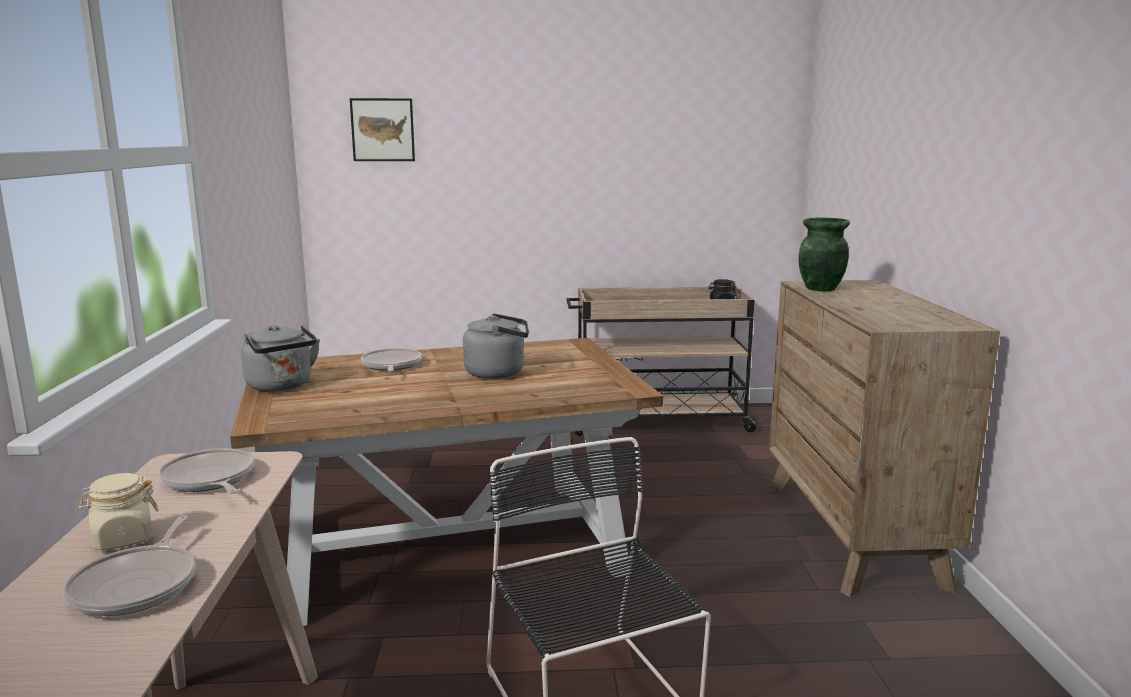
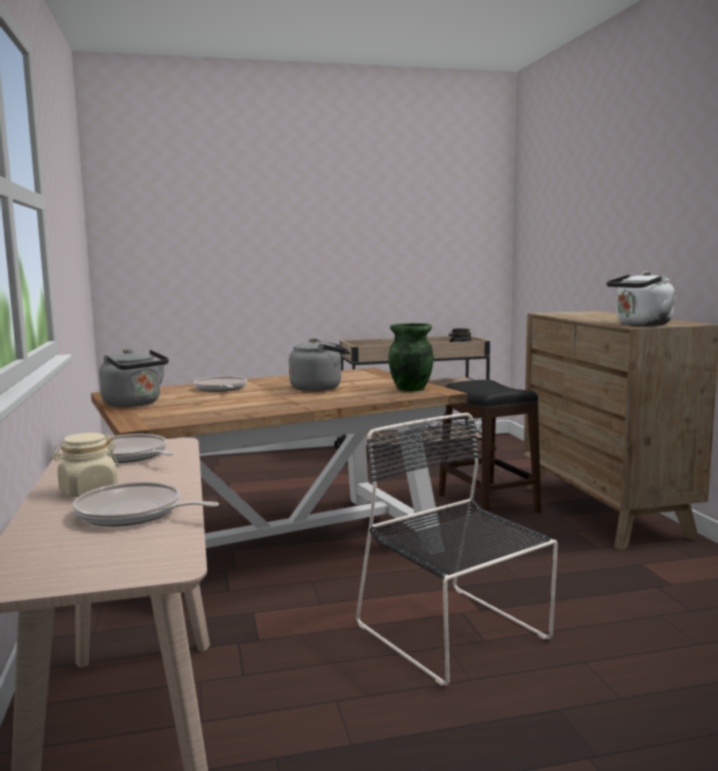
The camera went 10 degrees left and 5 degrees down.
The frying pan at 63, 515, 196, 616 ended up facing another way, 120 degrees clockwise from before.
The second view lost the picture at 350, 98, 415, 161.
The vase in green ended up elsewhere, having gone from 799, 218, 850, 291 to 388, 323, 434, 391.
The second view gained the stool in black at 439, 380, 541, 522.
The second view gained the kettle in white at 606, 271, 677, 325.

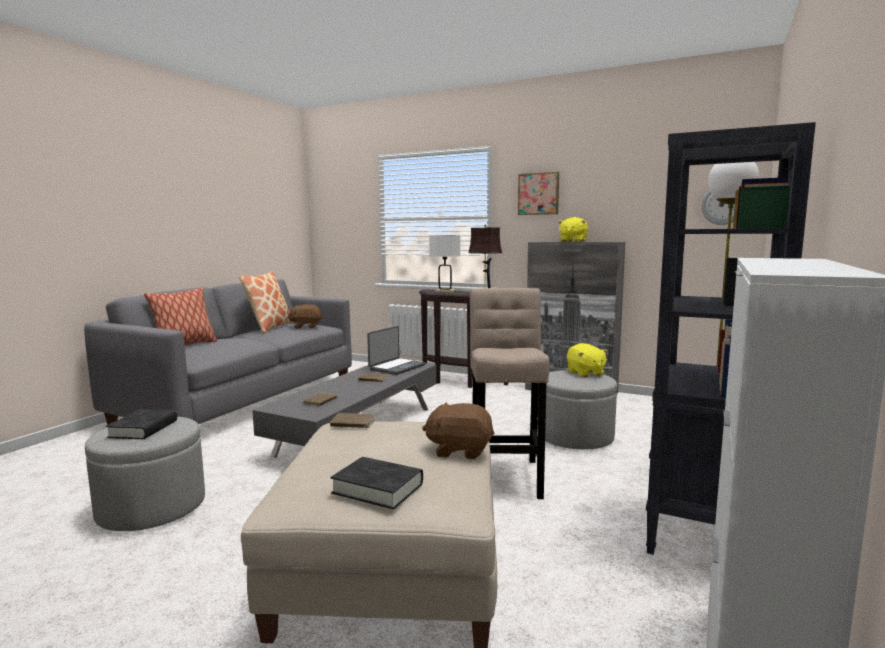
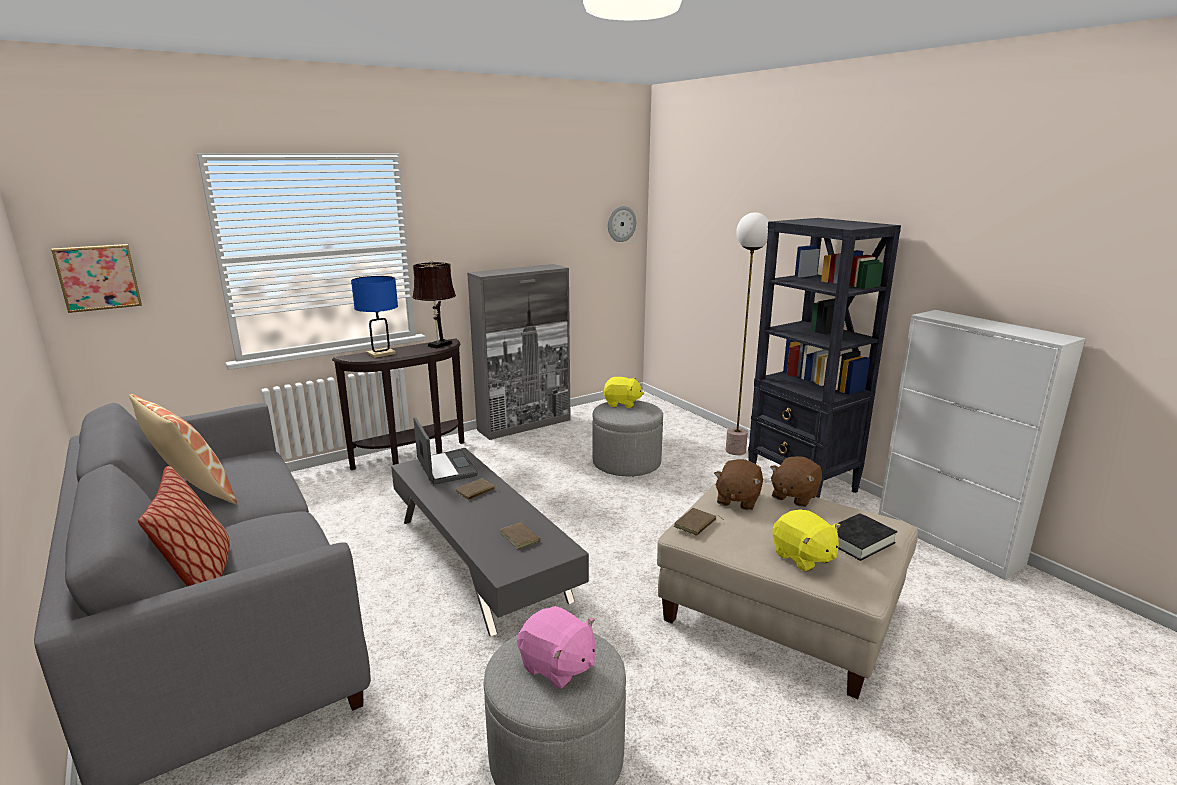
The camera went 60 degrees left and 10 degrees up.
Where the book in black stood at 106, 409, 177, 439, the plush toy in pink came to stand at 517, 606, 596, 689.
The plush toy in brown ended up elsewhere, having gone from 287, 304, 322, 329 to 714, 459, 763, 510.
What was the table lamp in white at 429, 235, 460, 293 turned into the table lamp in blue at 351, 276, 398, 358.
The second view lost the stool in beige at 470, 288, 550, 499.
The picture ended up elsewhere, having gone from 518, 172, 559, 215 to 51, 244, 142, 313.
The plush toy in yellow ended up elsewhere, having gone from 558, 217, 588, 242 to 772, 510, 841, 572.

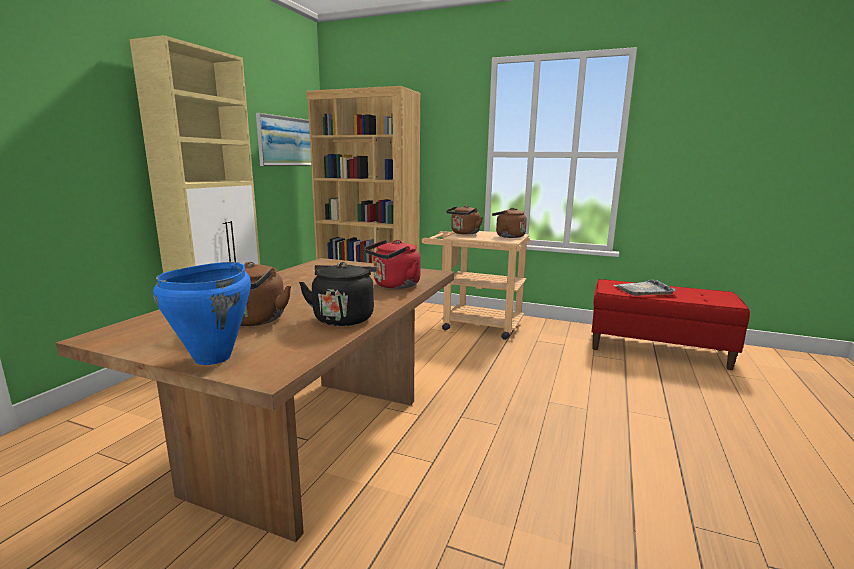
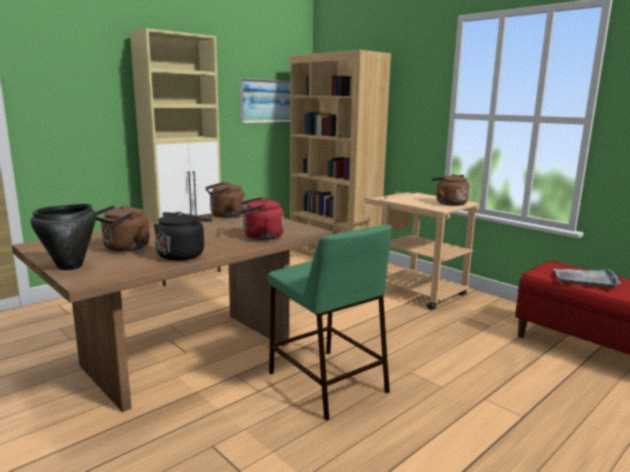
The camera went 25 degrees right and 0 degrees up.
What was the cooking pot in blue at 153, 262, 251, 365 turned into the cooking pot in black at 31, 204, 96, 270.
The kettle in brown ended up elsewhere, having gone from 446, 205, 483, 235 to 205, 182, 245, 218.
The second view gained the stool in green at 268, 225, 392, 421.

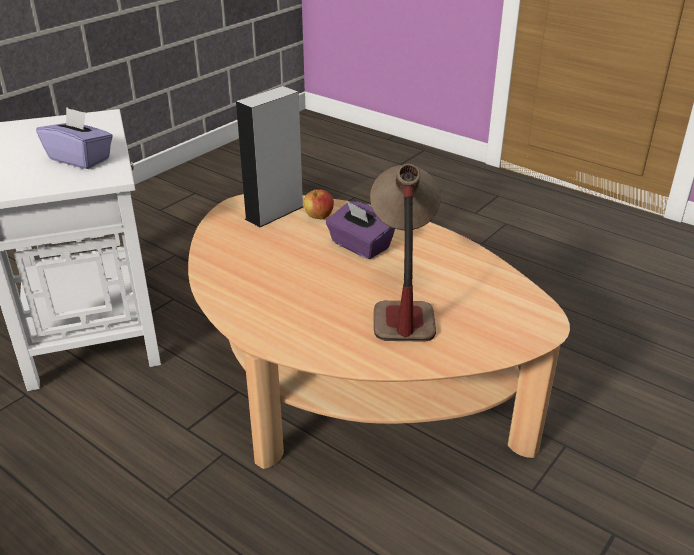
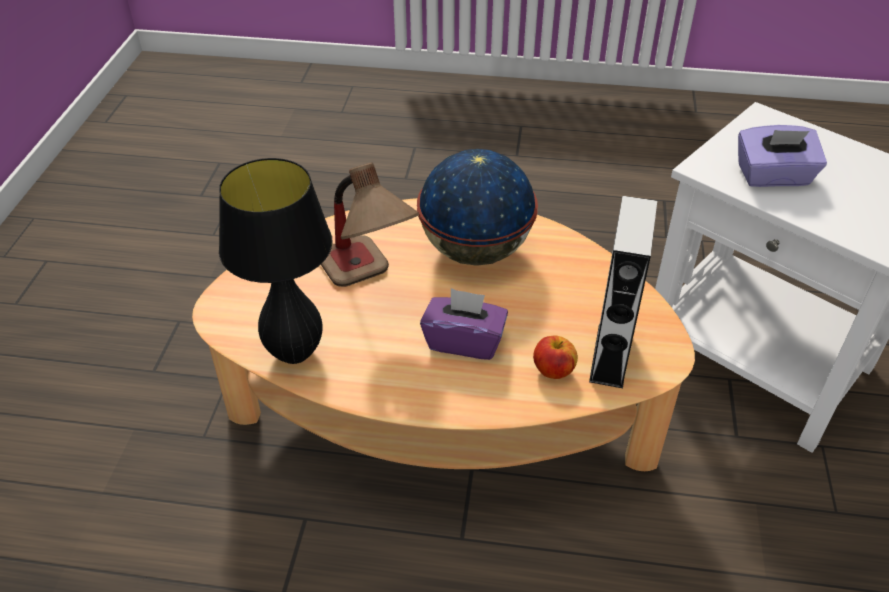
The camera went 150 degrees right and 10 degrees up.
The second view gained the table lamp in black at 219, 158, 333, 364.
The second view gained the globe at 417, 149, 538, 266.

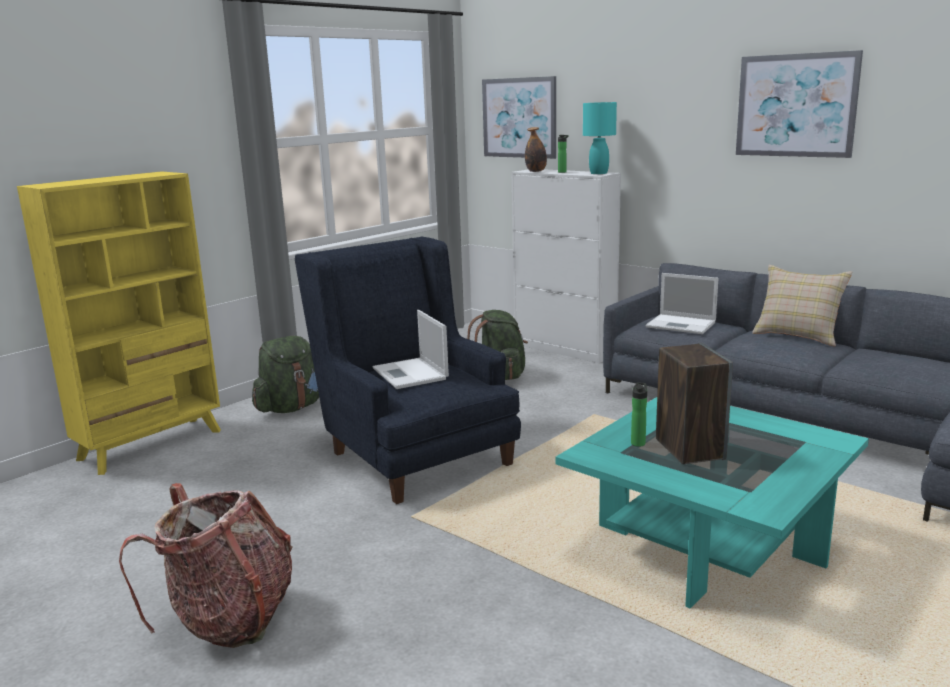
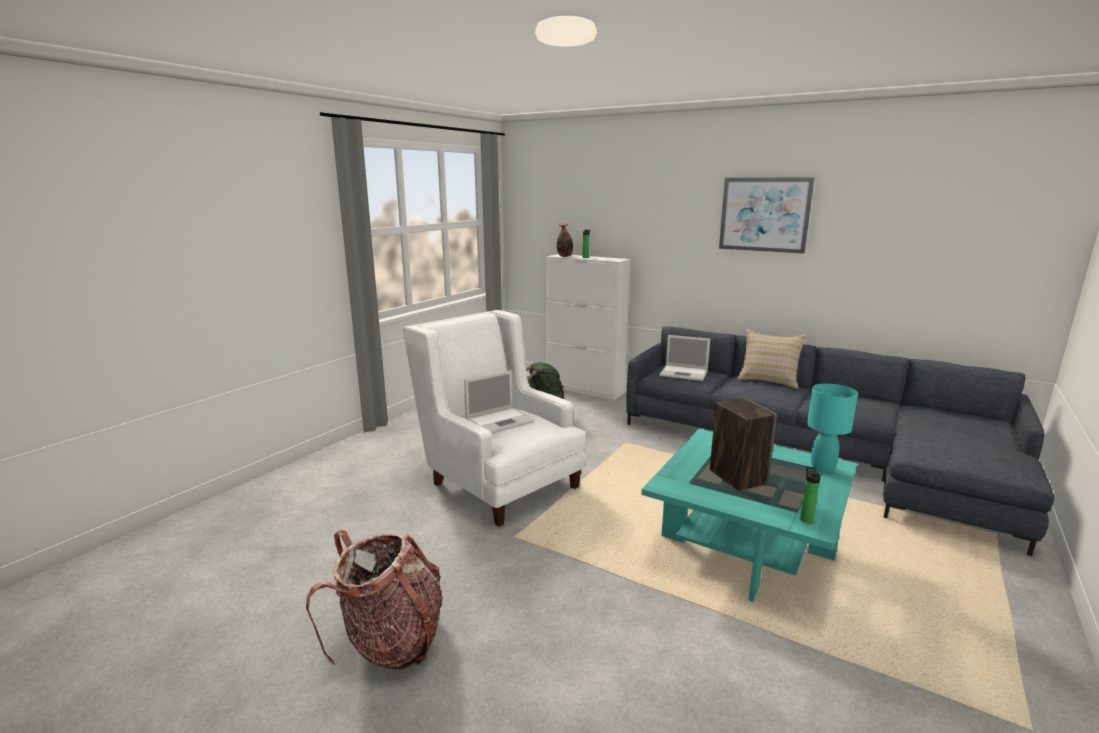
The camera went 10 degrees left and 0 degrees up.
The second view lost the bookcase in yellow at 17, 171, 221, 475.
The second view lost the backpack in green at 252, 336, 319, 413.
What was the armchair in blue at 295, 237, 521, 504 turned into the armchair in white at 402, 310, 586, 527.
The laptop at 373, 310, 449, 389 ended up facing another way, 90 degrees counterclockwise from before.
The second view lost the picture at 482, 76, 556, 159.
The table lamp in turquoise ended up elsewhere, having gone from 583, 102, 617, 174 to 807, 384, 858, 473.
The bottle ended up elsewhere, having gone from 631, 382, 647, 447 to 800, 467, 821, 523.

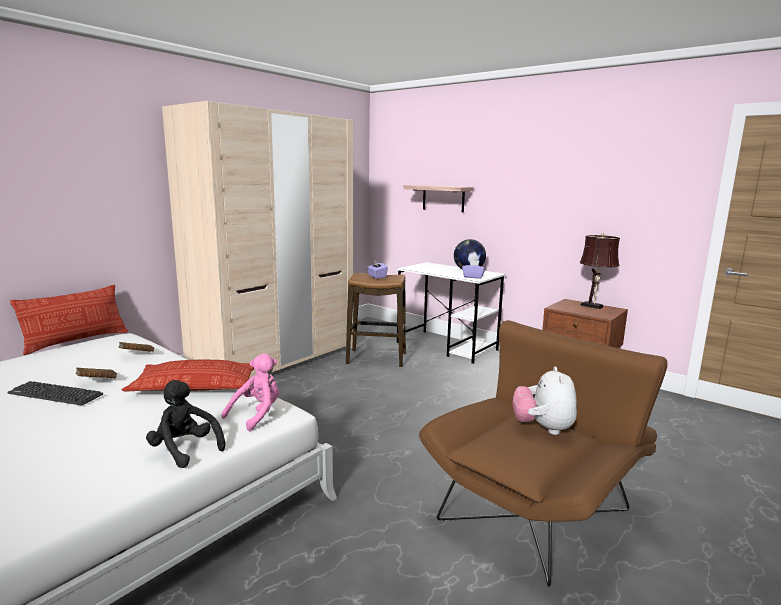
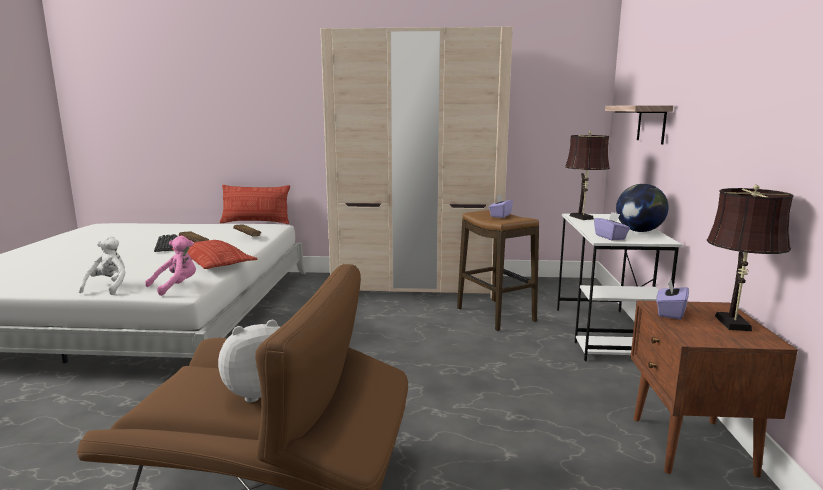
The camera went 55 degrees right and 0 degrees up.
What was the plush toy in black at 146, 380, 226, 468 turned into the plush toy in white at 79, 236, 126, 295.
The plush toy in pink at 221, 353, 279, 431 ended up facing another way, 45 degrees counterclockwise from before.
The second view gained the table lamp in brown at 565, 131, 610, 220.
The second view gained the tissue box in purple at 656, 279, 689, 320.

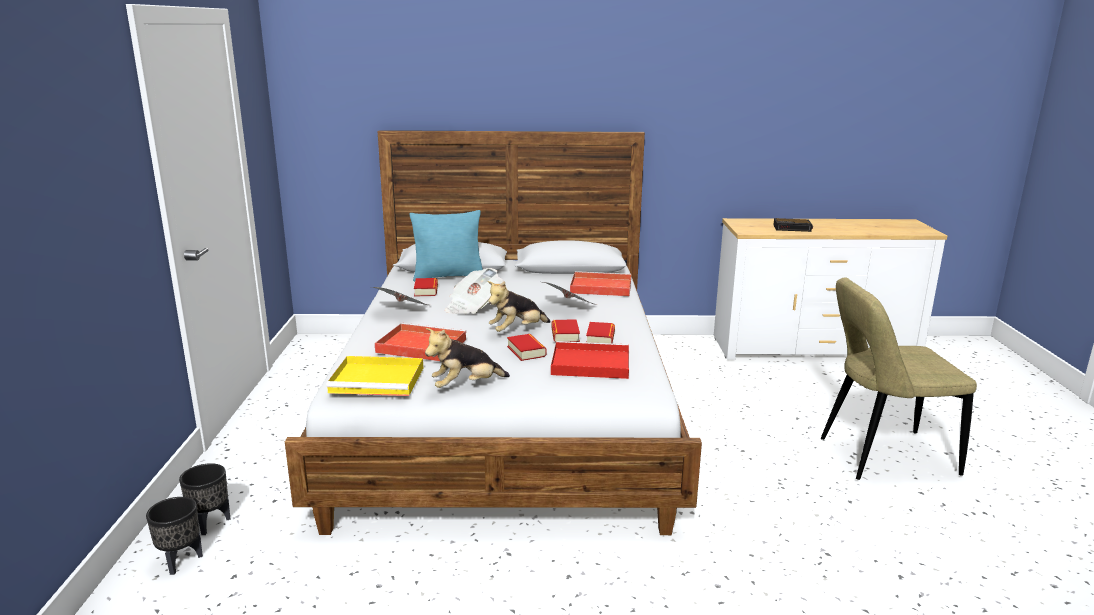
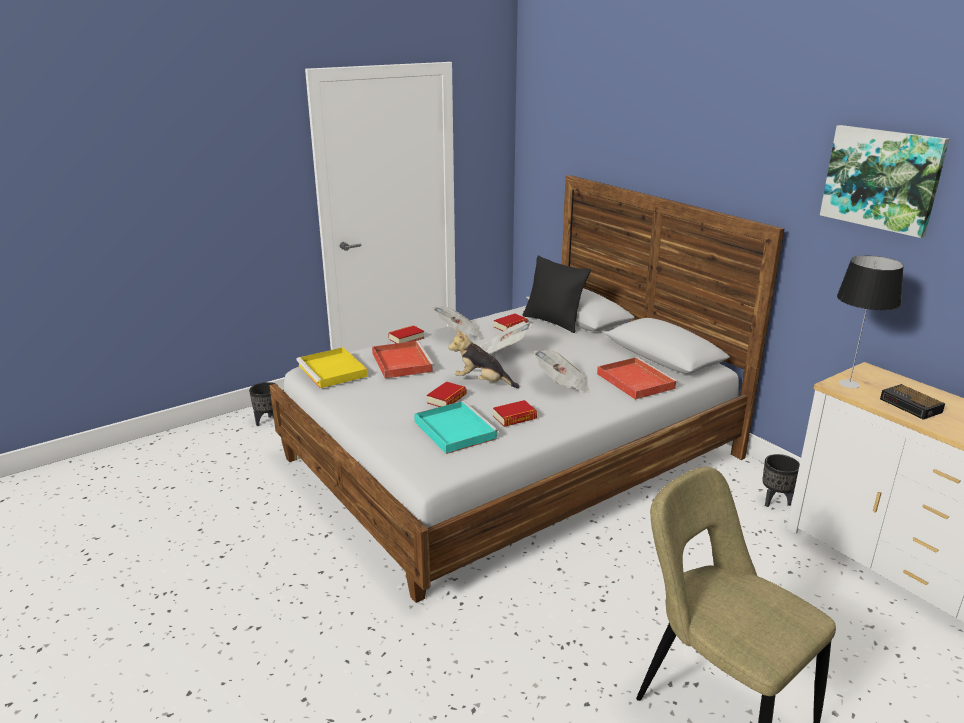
The camera went 55 degrees right and 5 degrees up.
The planter in black ended up elsewhere, having gone from 146, 497, 203, 575 to 762, 454, 800, 507.
What was the pillow in turquoise at 410, 210, 483, 282 turned into the pillow in black at 523, 255, 591, 333.
The second view lost the plush toy at 425, 328, 510, 388.
The book ended up elsewhere, having gone from 551, 319, 580, 342 to 388, 325, 424, 343.
What was the tray in red at 551, 341, 629, 379 turned into the tray in turquoise at 414, 401, 499, 454.
The second view gained the picture at 820, 125, 949, 238.
The second view gained the table lamp at 837, 255, 904, 388.

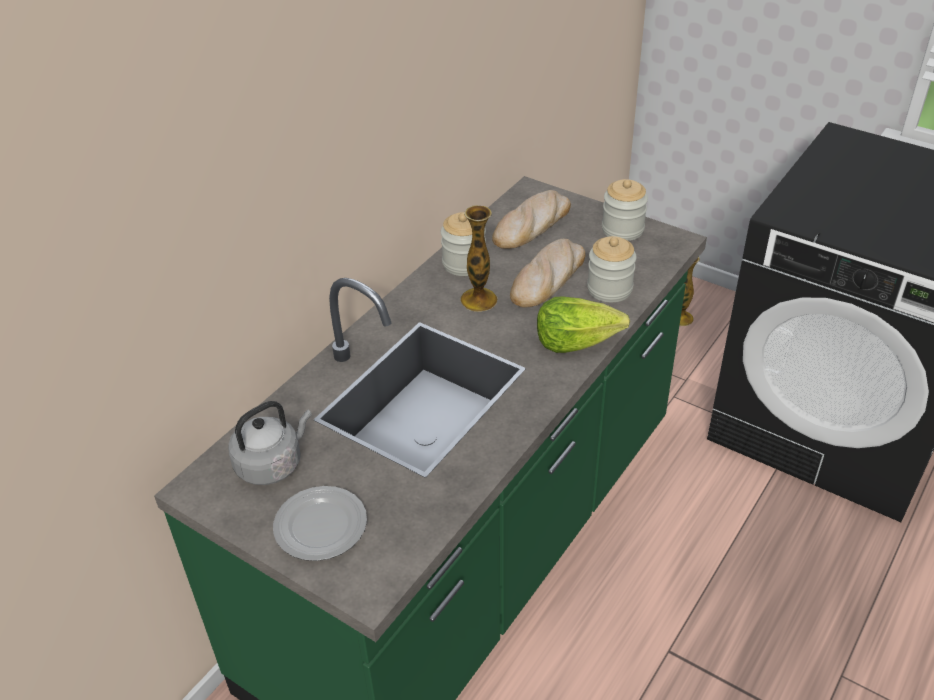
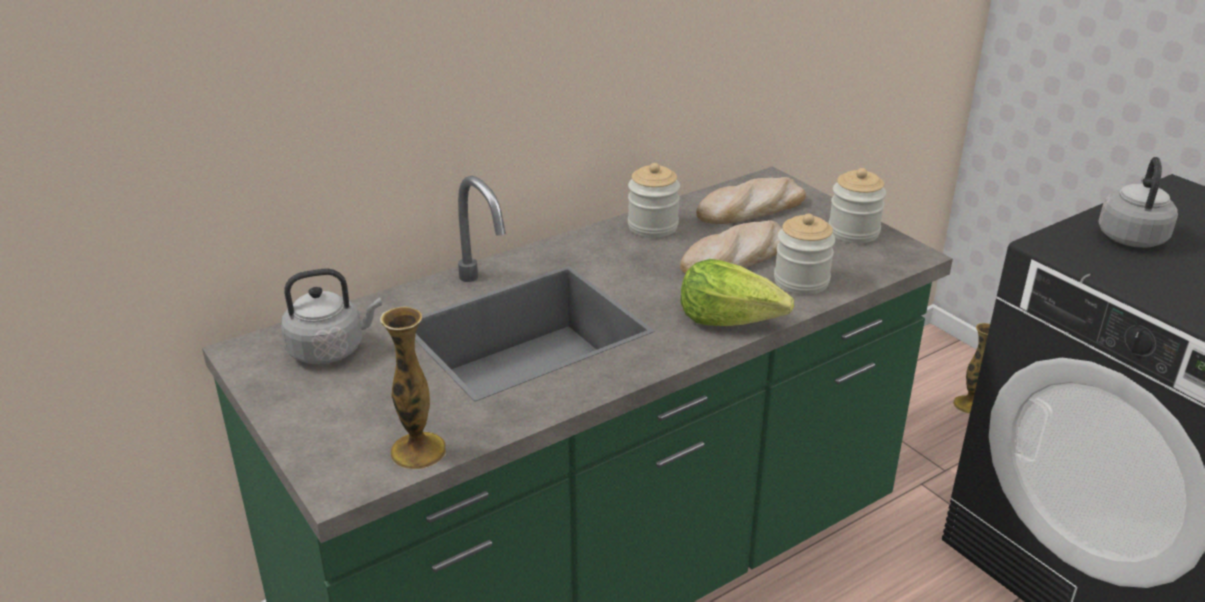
The camera went 20 degrees right and 10 degrees down.
The second view lost the plate at 273, 486, 367, 561.
The vase ended up elsewhere, having gone from 460, 206, 498, 312 to 380, 306, 446, 469.
The second view gained the kettle in grey at 1098, 157, 1178, 248.

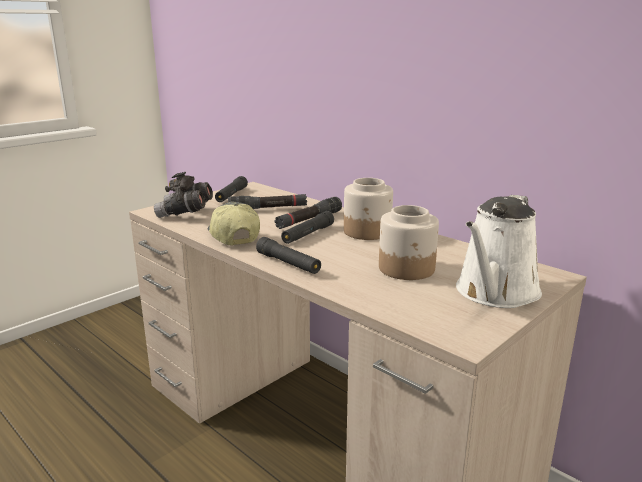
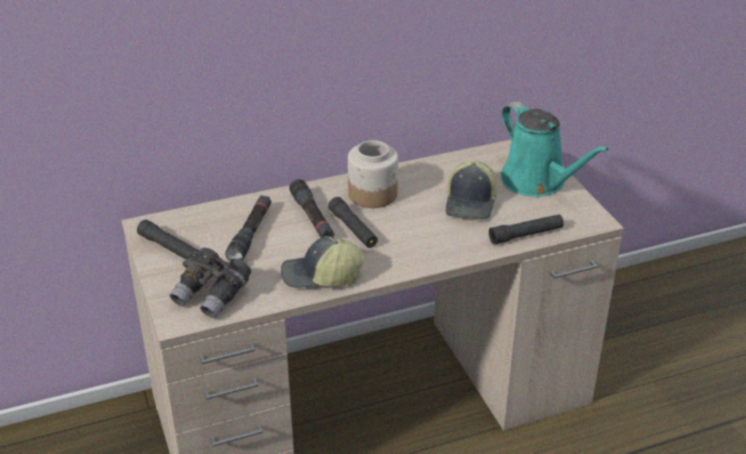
The camera went 65 degrees left and 15 degrees up.
The flashlight in black ended up elsewhere, having gone from 256, 237, 321, 274 to 489, 214, 564, 245.
Where the jar stood at 379, 205, 439, 280, the cap came to stand at 446, 160, 497, 219.
What was the watering can in white at 456, 195, 542, 308 turned into the watering can in turquoise at 500, 102, 609, 197.

